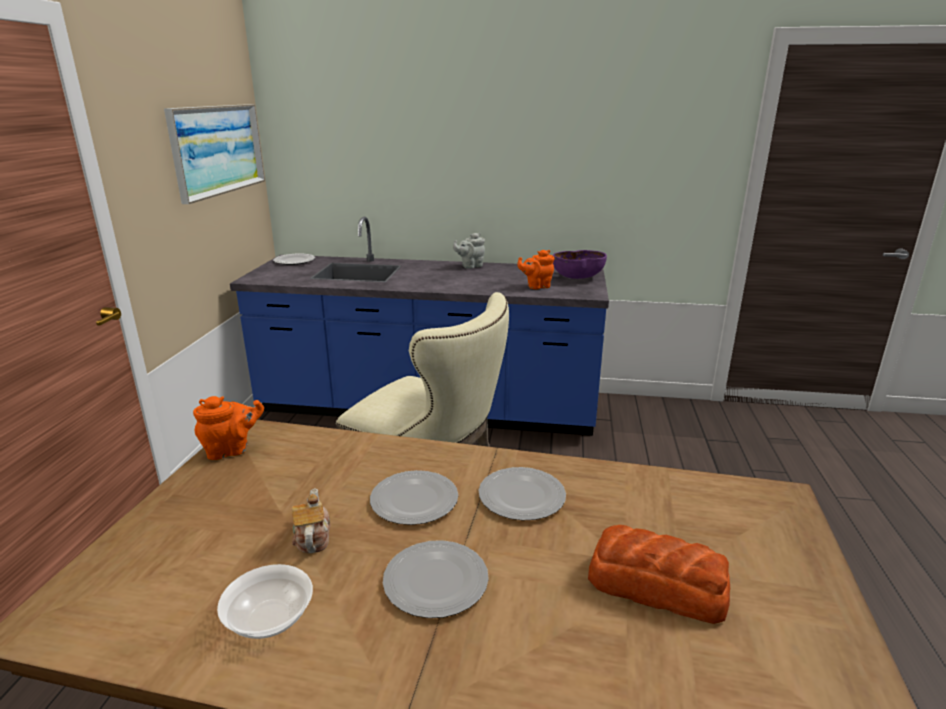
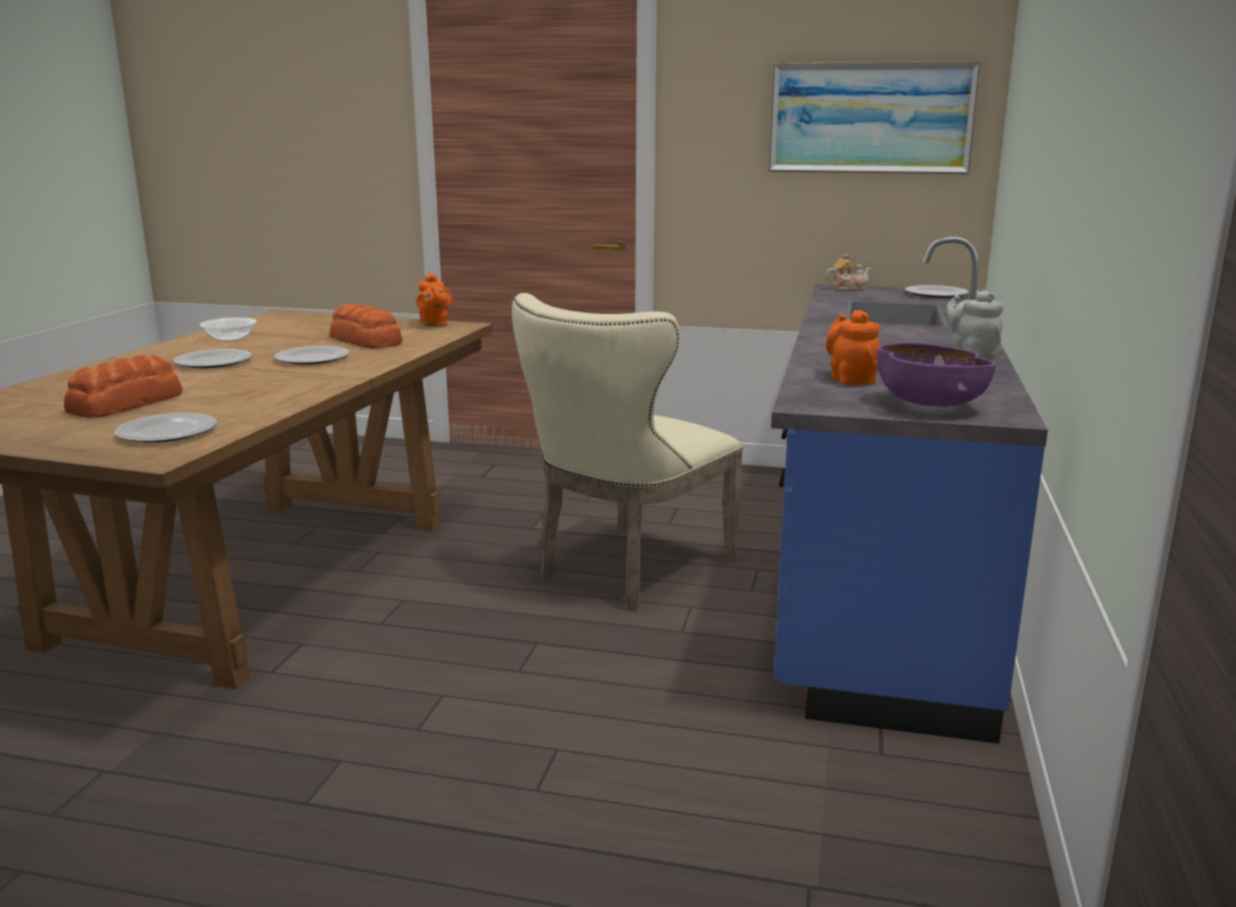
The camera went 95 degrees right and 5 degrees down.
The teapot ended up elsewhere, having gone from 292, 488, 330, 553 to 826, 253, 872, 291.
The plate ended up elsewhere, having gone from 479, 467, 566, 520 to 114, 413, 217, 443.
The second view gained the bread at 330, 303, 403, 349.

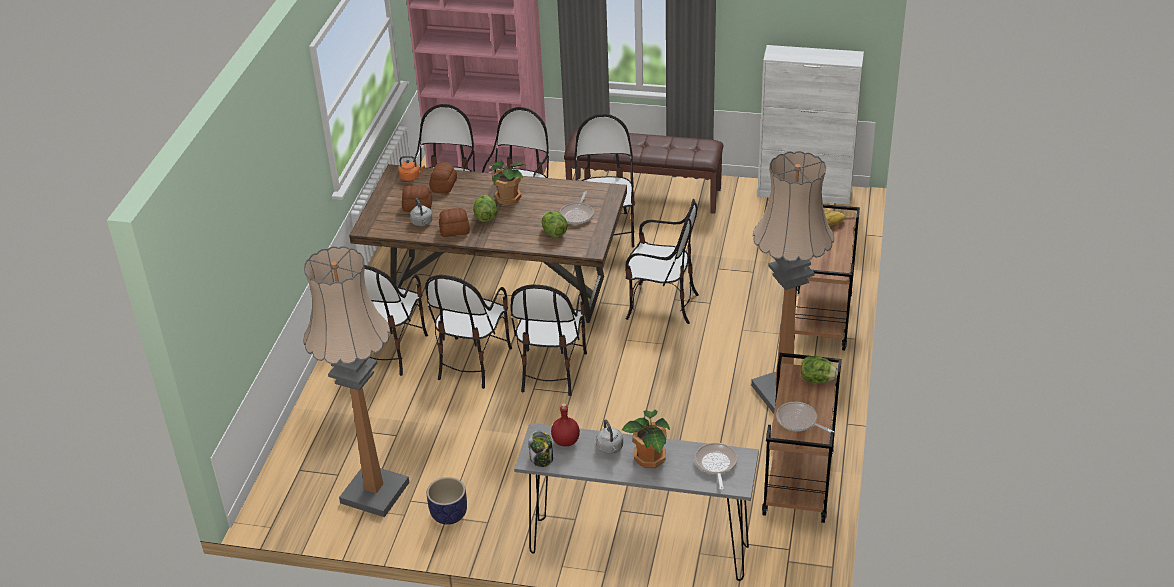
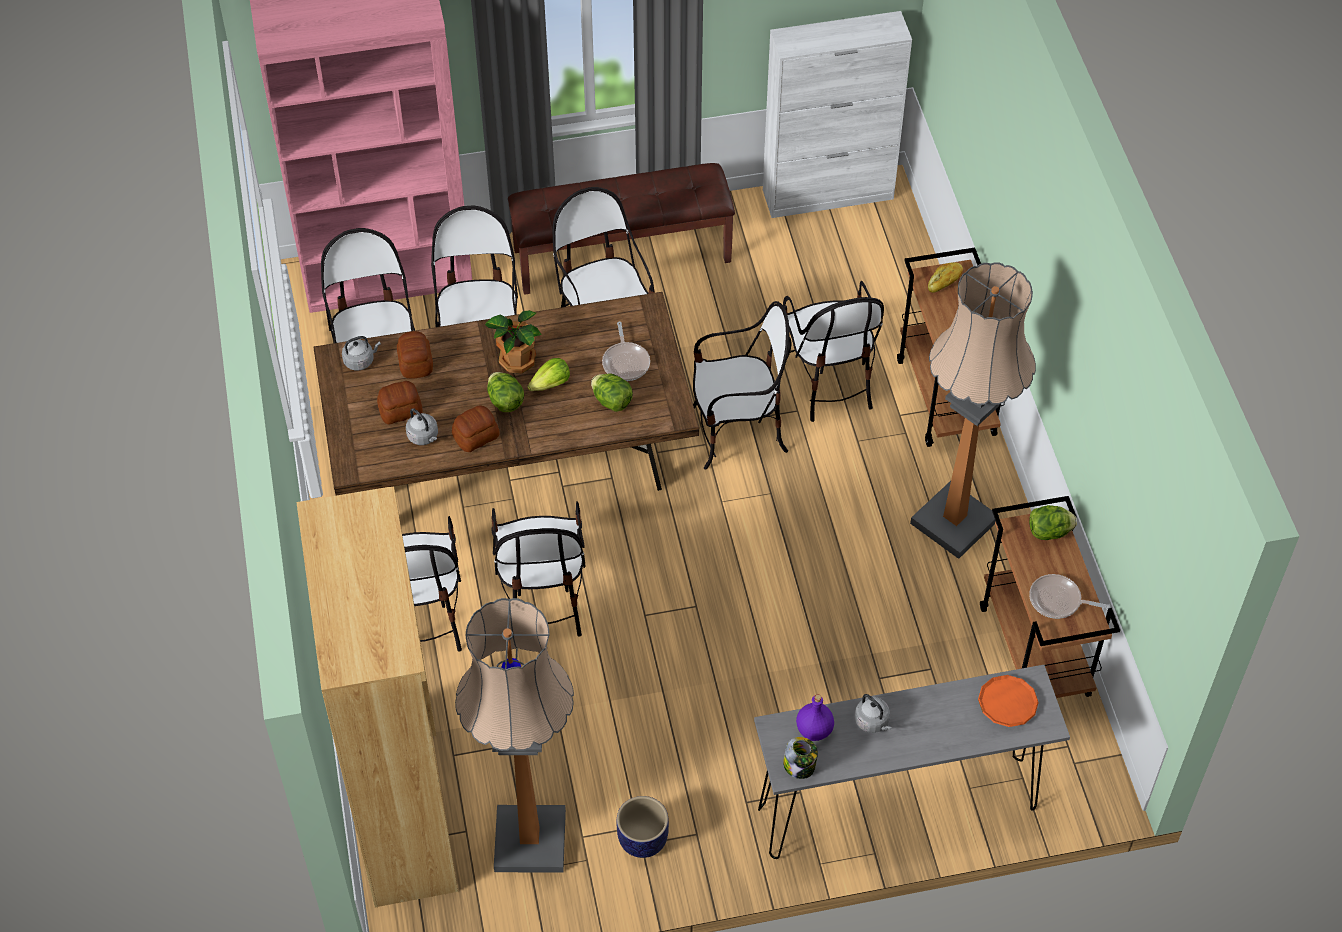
The camera went 25 degrees left and 15 degrees up.
What was the kettle in orange at 398, 156, 425, 181 turned into the kettle in grey at 342, 336, 381, 371.
The chair ended up elsewhere, having gone from 511, 285, 587, 396 to 783, 281, 884, 422.
What was the bottle in red at 551, 403, 580, 447 turned into the bottle in purple at 796, 694, 834, 741.
The second view lost the potted plant at 622, 410, 670, 468.
Where the frying pan stood at 695, 443, 737, 490, the plate in orange came to stand at 978, 675, 1039, 727.
The second view gained the bookcase in brown at 296, 486, 458, 908.
The second view gained the lettuce at 527, 358, 570, 391.

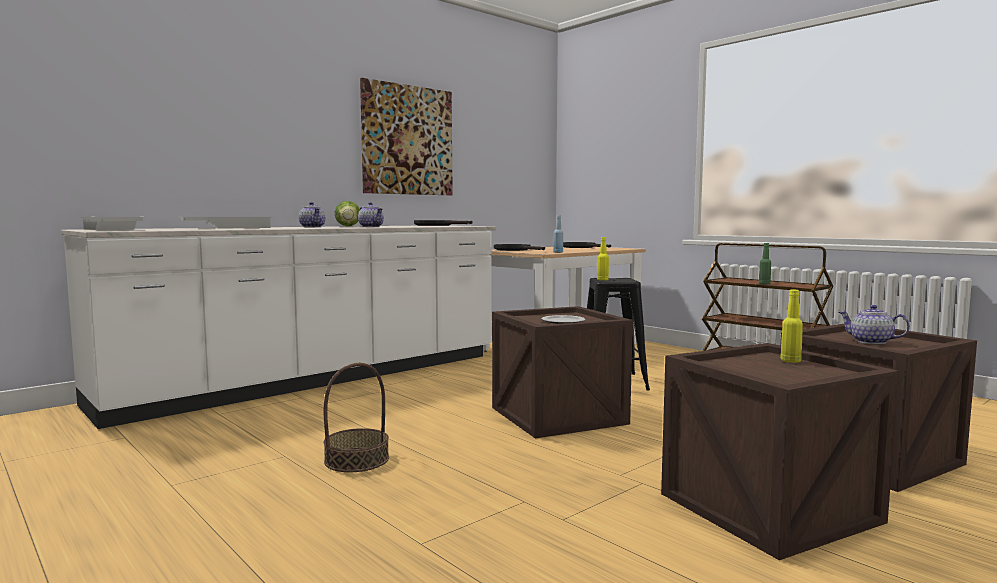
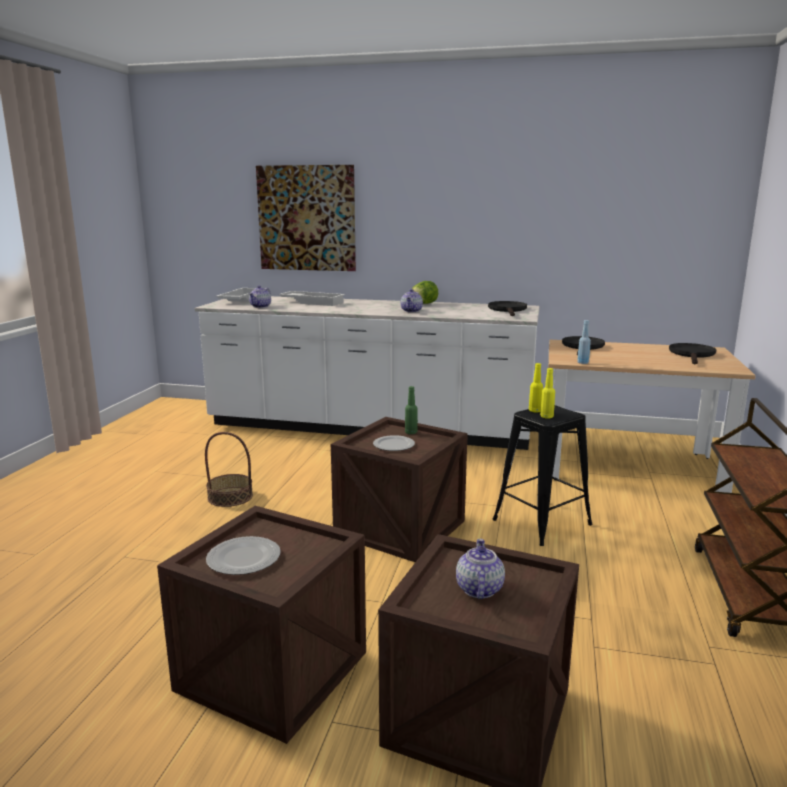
The camera went 55 degrees right and 10 degrees up.
The teapot ended up elsewhere, having gone from 299, 202, 325, 227 to 249, 285, 271, 308.
The picture ended up elsewhere, having gone from 360, 78, 453, 195 to 256, 165, 356, 271.
The bottle in green ended up elsewhere, having gone from 759, 243, 771, 285 to 405, 386, 418, 434.
The bottle in yellow ended up elsewhere, having gone from 780, 290, 803, 363 to 540, 368, 555, 419.
The second view gained the plate at 206, 536, 281, 575.

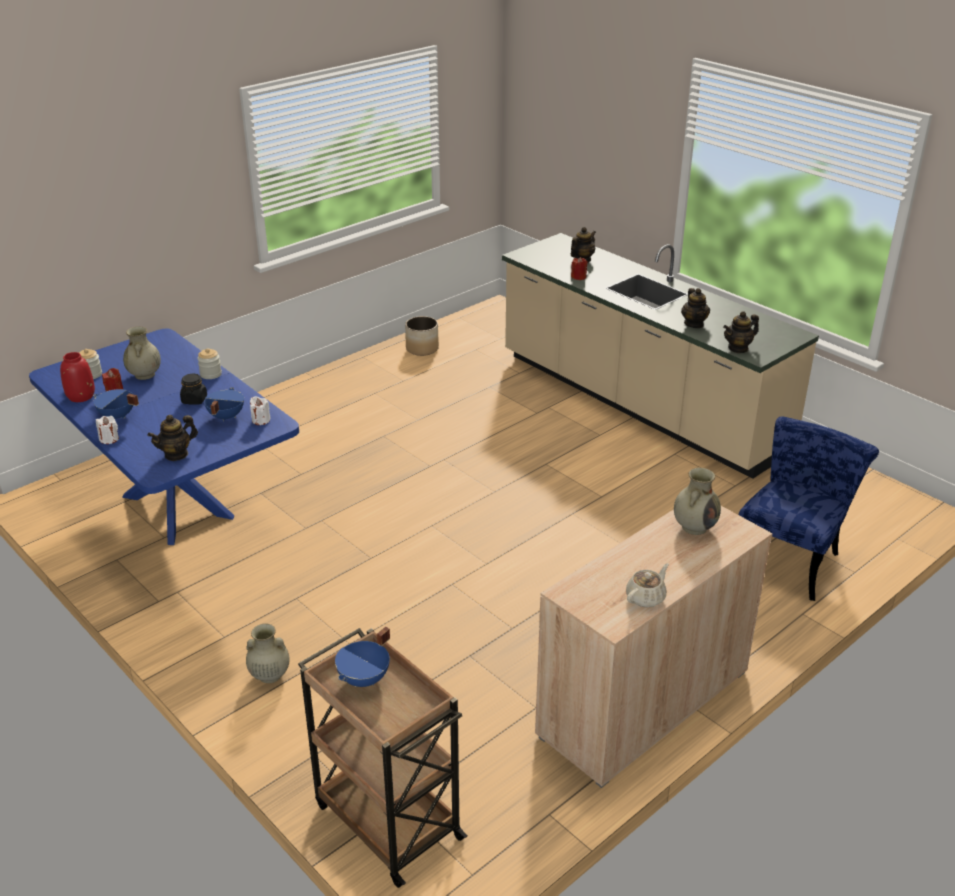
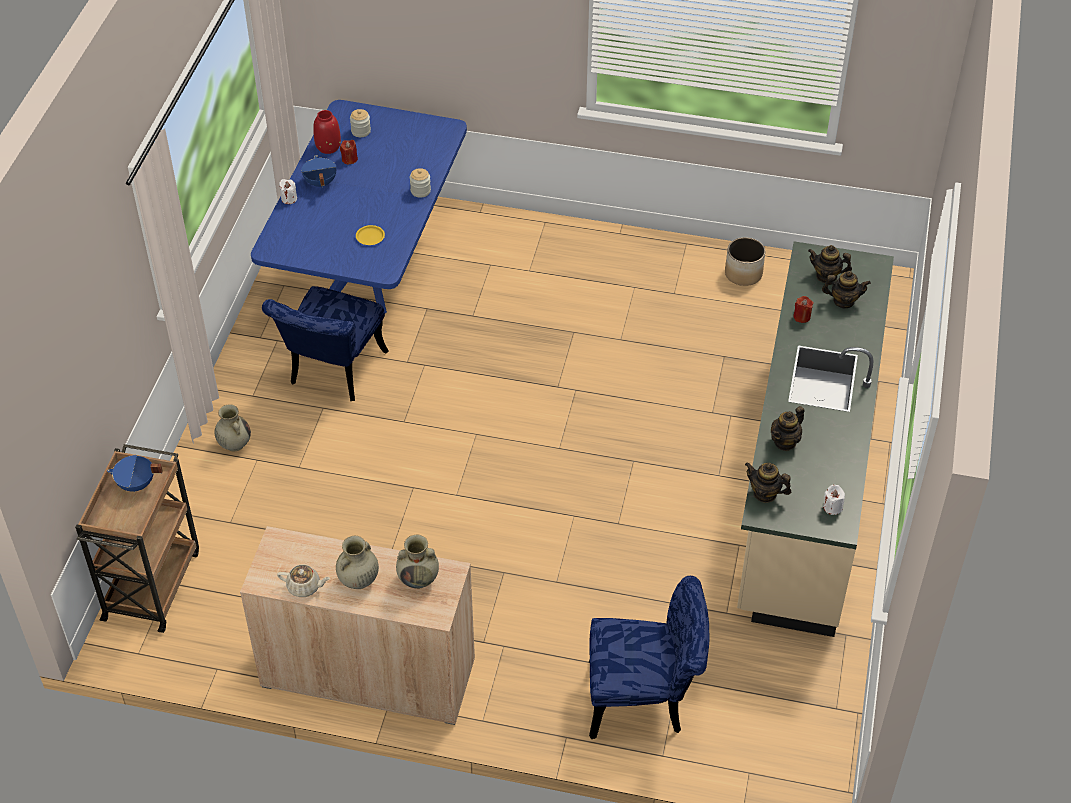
The camera went 55 degrees right and 15 degrees up.
The vase in beige ended up elsewhere, having gone from 123, 326, 161, 380 to 336, 536, 379, 589.
The teapot ended up elsewhere, having gone from 148, 415, 198, 461 to 808, 245, 852, 283.
The second view lost the jar in black at 180, 374, 207, 405.
Where the cooking pot in blue stood at 204, 387, 244, 422, the plate in yellow came to stand at 356, 225, 385, 245.
The candle in white ended up elsewhere, having gone from 250, 396, 271, 425 to 823, 485, 845, 515.
The second view gained the chair in blue at 262, 286, 389, 401.

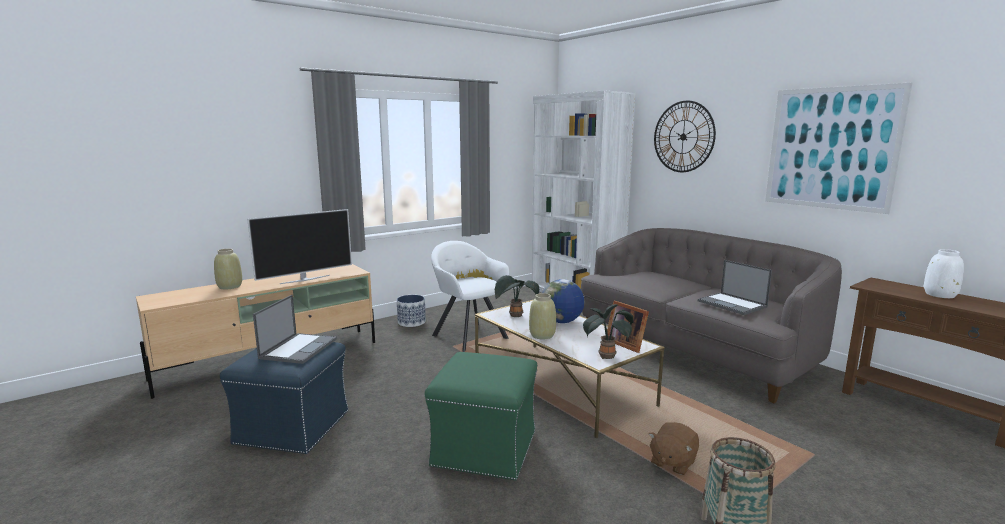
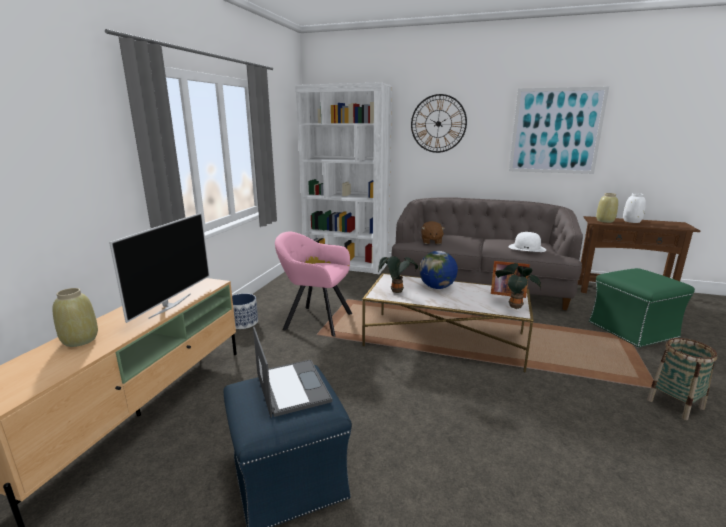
The camera went 35 degrees left and 5 degrees up.
The ottoman in green ended up elsewhere, having gone from 425, 352, 537, 480 to 589, 268, 695, 348.
What was the armchair in white at 431, 241, 509, 352 turned into the armchair in pink at 275, 232, 352, 337.
The vase in beige ended up elsewhere, having gone from 529, 293, 556, 339 to 596, 193, 618, 223.
The plush toy in brown ended up elsewhere, having gone from 649, 422, 699, 475 to 421, 221, 445, 244.
Where the laptop stood at 698, 260, 772, 315, the hat in white came to stand at 508, 232, 546, 252.

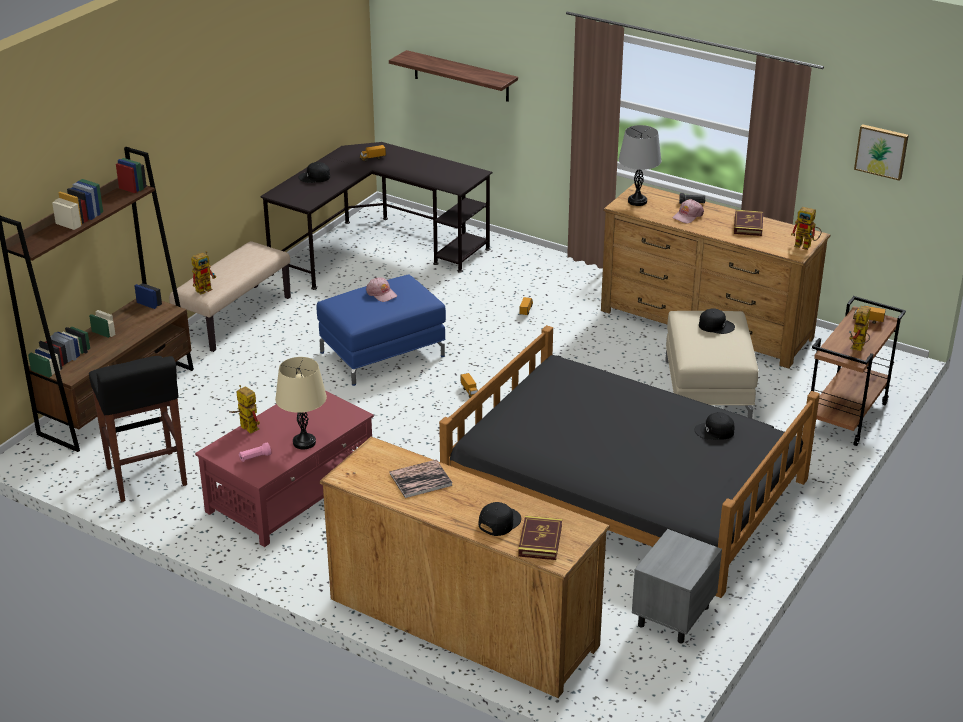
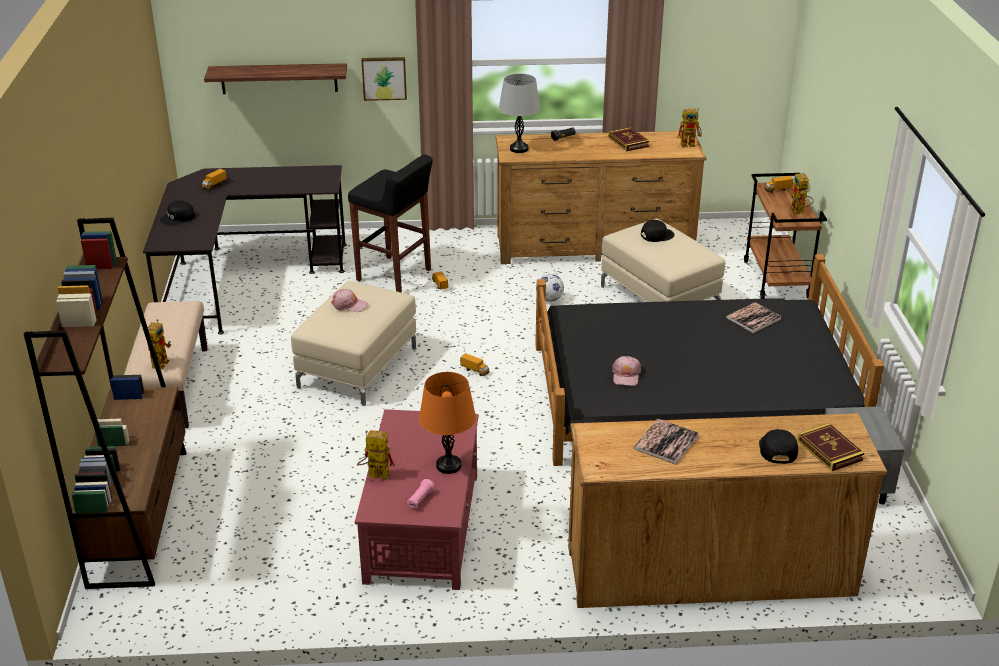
The camera went 35 degrees left and 0 degrees up.
The stool in black ended up elsewhere, having gone from 89, 356, 187, 502 to 348, 154, 433, 293.
What was the table lamp in beige at 275, 357, 327, 449 turned into the table lamp in orange at 419, 372, 476, 474.
What was the ottoman in blue at 317, 274, 446, 386 turned into the ottoman in beige at 291, 281, 416, 406.
The cap in pink ended up elsewhere, having gone from 673, 199, 704, 223 to 612, 356, 641, 386.
Where the cap in black stood at 695, 412, 735, 440, the book came to stand at 726, 302, 782, 333.
The picture ended up elsewhere, having gone from 854, 124, 909, 181 to 361, 57, 407, 101.
The second view gained the football at 536, 274, 564, 302.

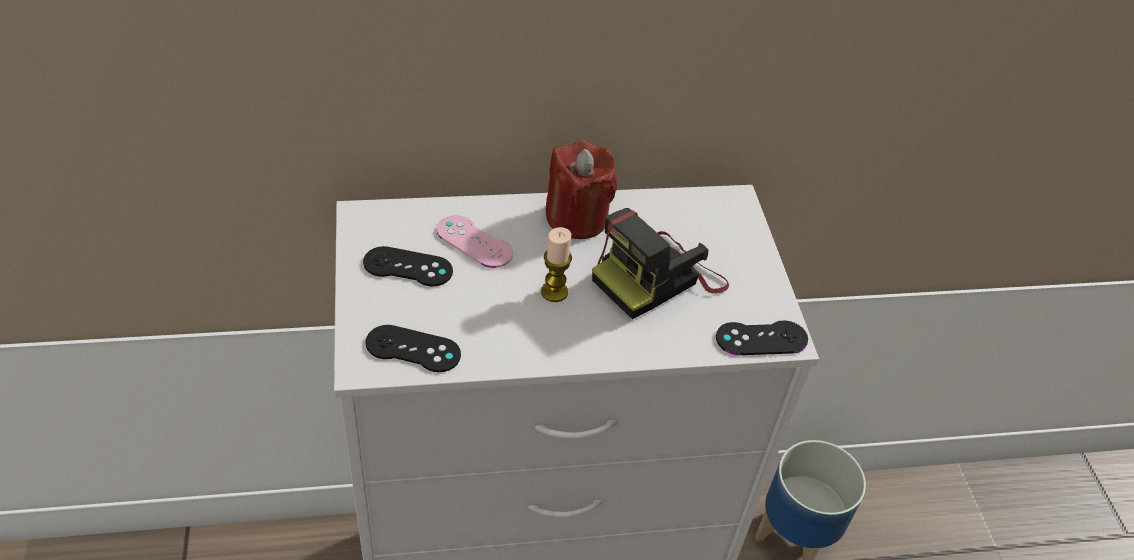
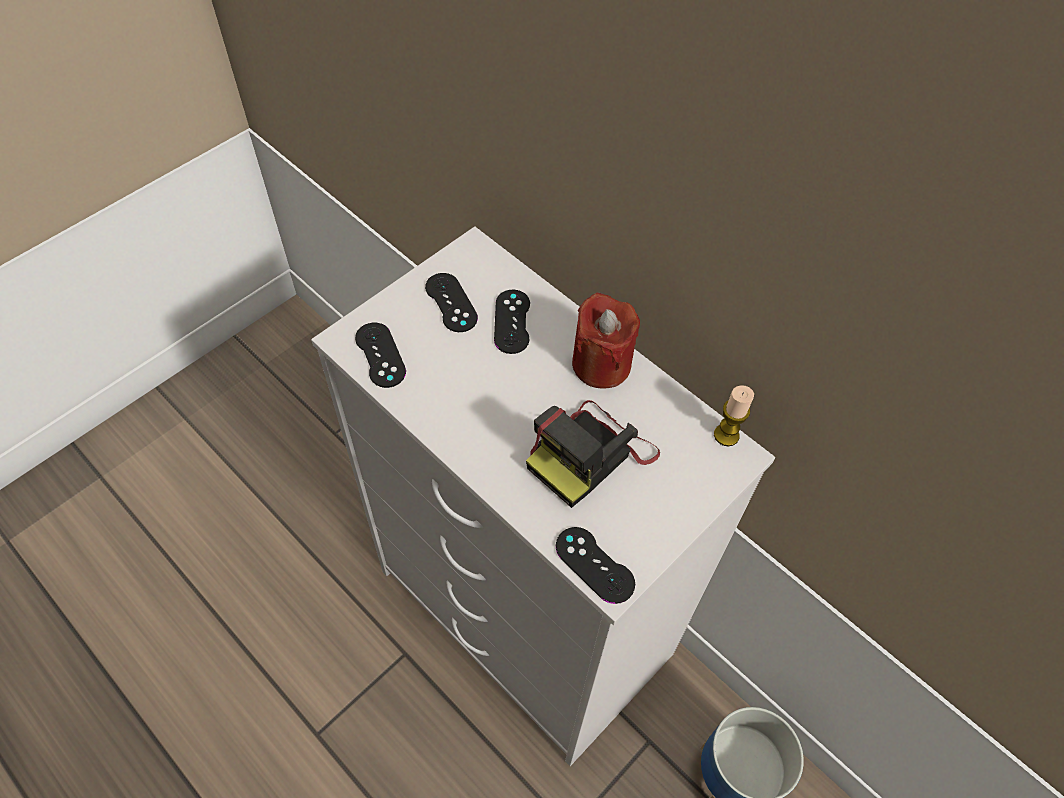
The camera went 55 degrees right and 10 degrees up.
What was the game controller in pink at 436, 215, 513, 268 turned into the game controller in black at 494, 290, 530, 354.
The candle ended up elsewhere, having gone from 541, 227, 572, 302 to 714, 385, 754, 446.
The photo camera at 592, 208, 729, 319 ended up facing another way, 60 degrees counterclockwise from before.

